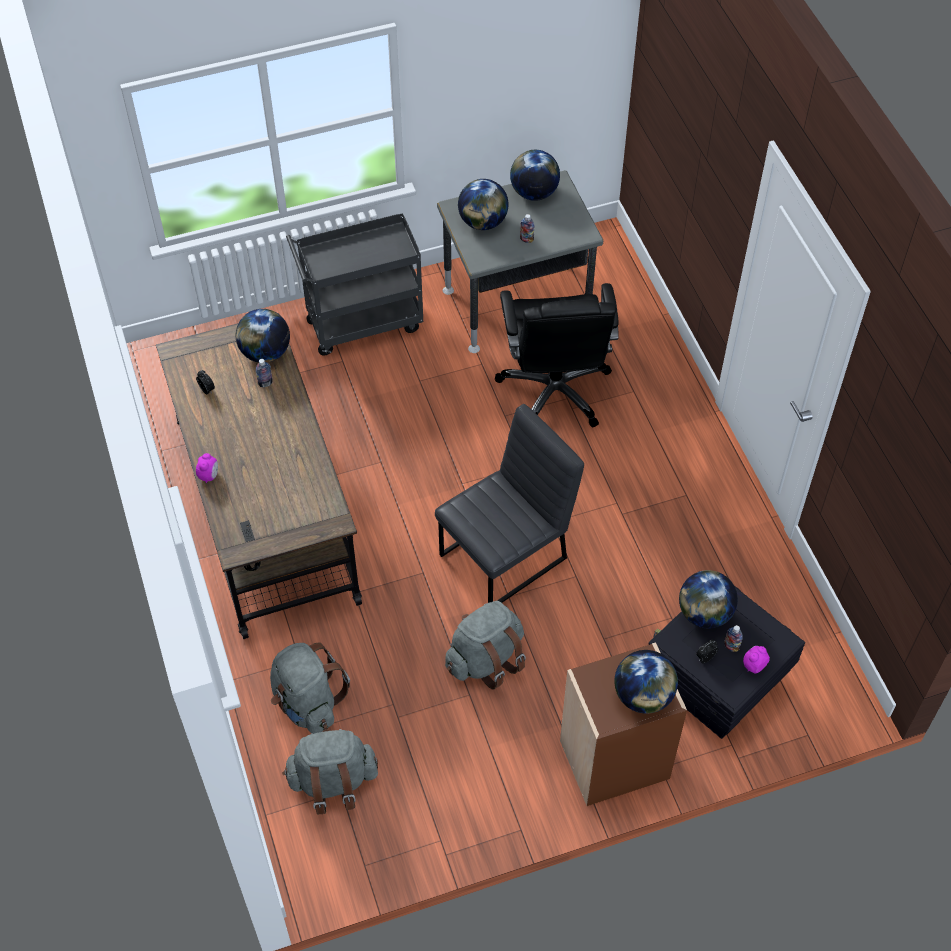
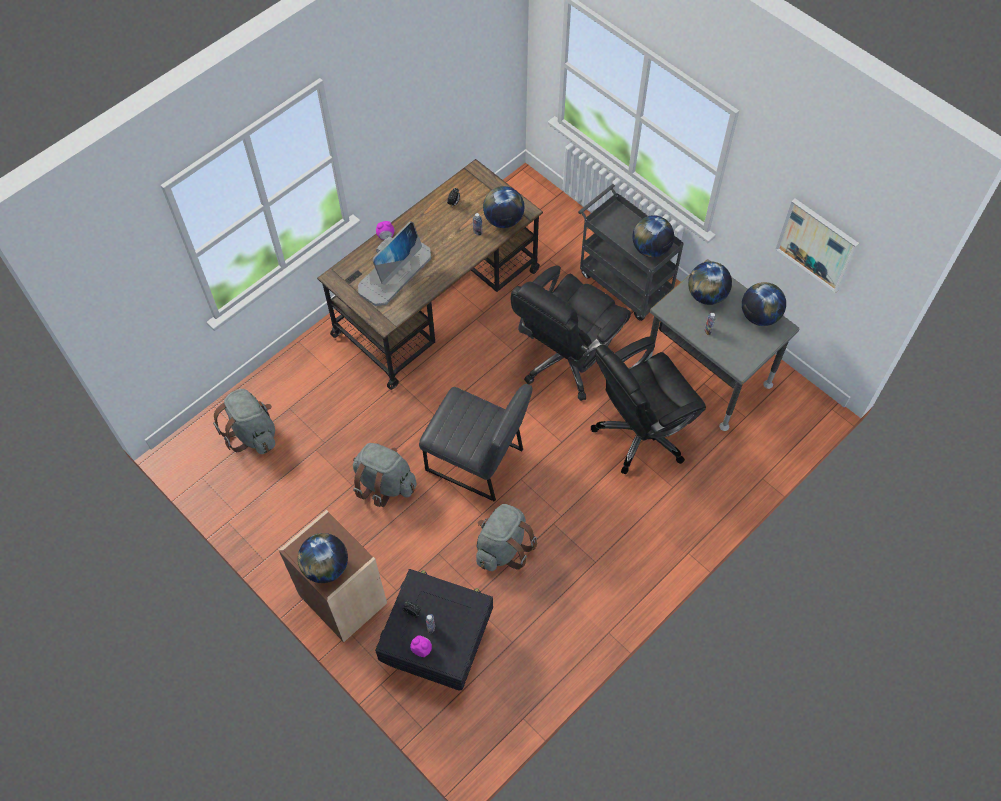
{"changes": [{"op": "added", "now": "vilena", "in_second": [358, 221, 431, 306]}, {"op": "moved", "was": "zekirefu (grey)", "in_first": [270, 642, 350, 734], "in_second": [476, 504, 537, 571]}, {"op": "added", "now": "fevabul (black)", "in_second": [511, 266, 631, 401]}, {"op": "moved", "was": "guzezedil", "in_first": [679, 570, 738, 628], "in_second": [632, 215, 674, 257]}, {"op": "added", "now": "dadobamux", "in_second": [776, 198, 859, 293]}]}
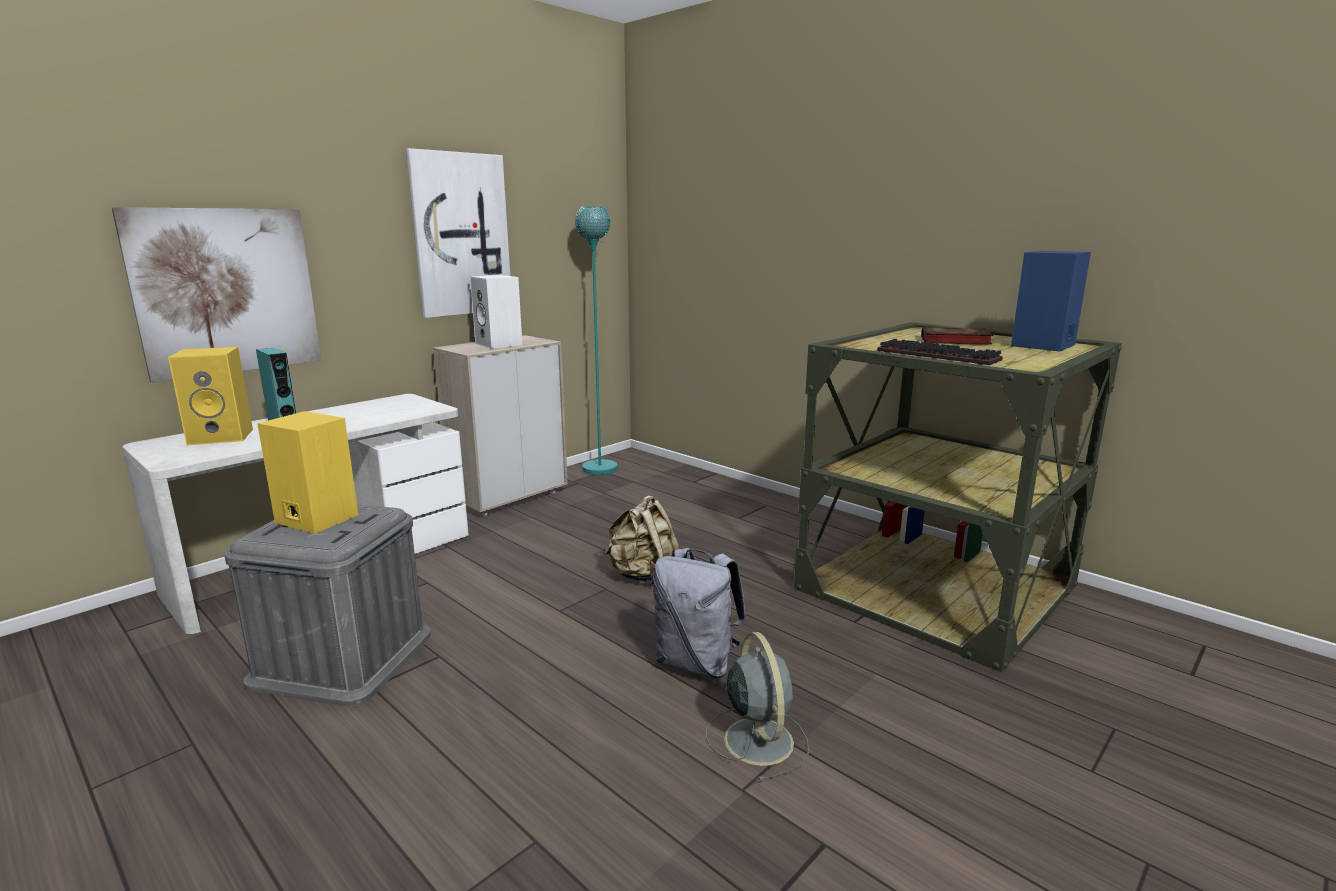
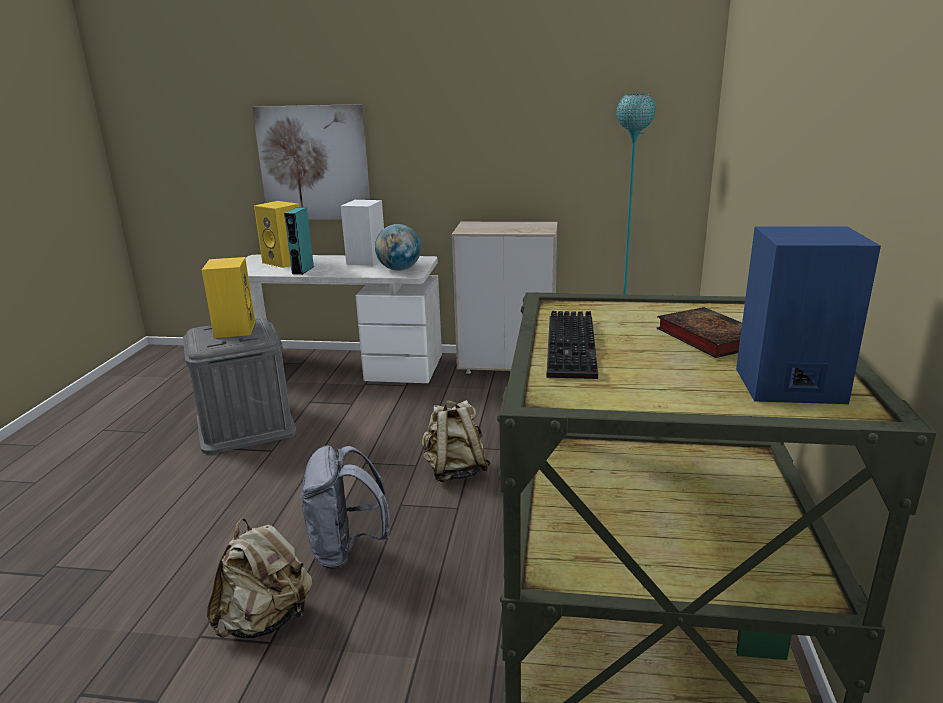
{"changes": [{"op": "replaced", "was": "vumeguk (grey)", "now": "zekirefu (beige)", "in_first": [706, 632, 809, 782], "in_second": [207, 518, 313, 638]}, {"op": "moved", "was": "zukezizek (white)", "in_first": [470, 275, 522, 349], "in_second": [341, 200, 384, 266]}, {"op": "added", "now": "guzezedil", "in_second": [375, 224, 421, 271]}, {"op": "removed", "was": "dadobamux", "in_first": [406, 148, 510, 318]}]}
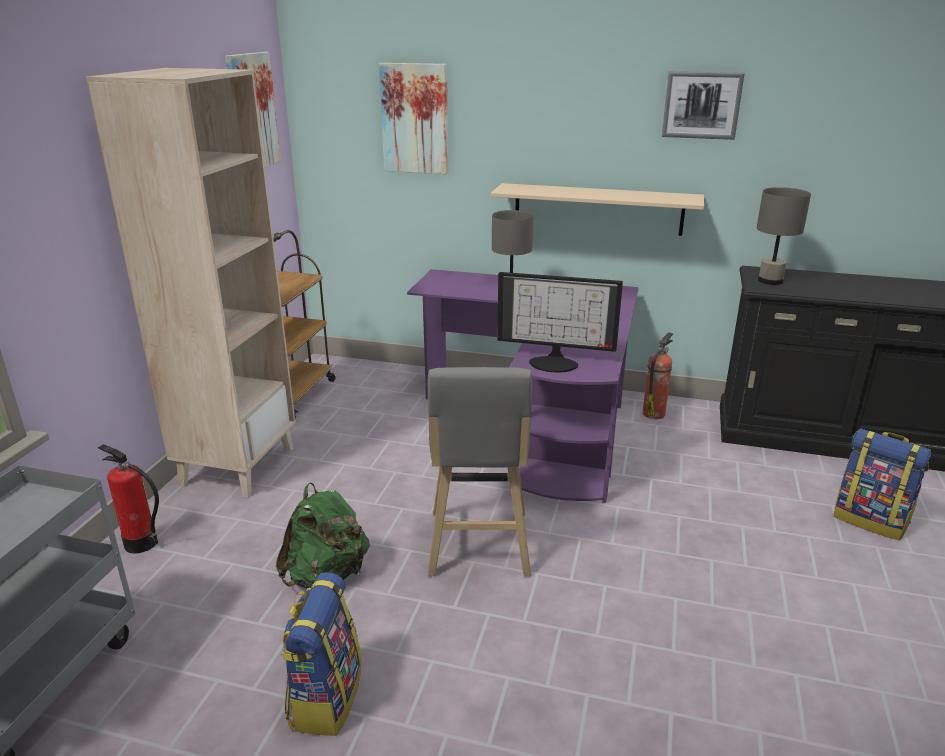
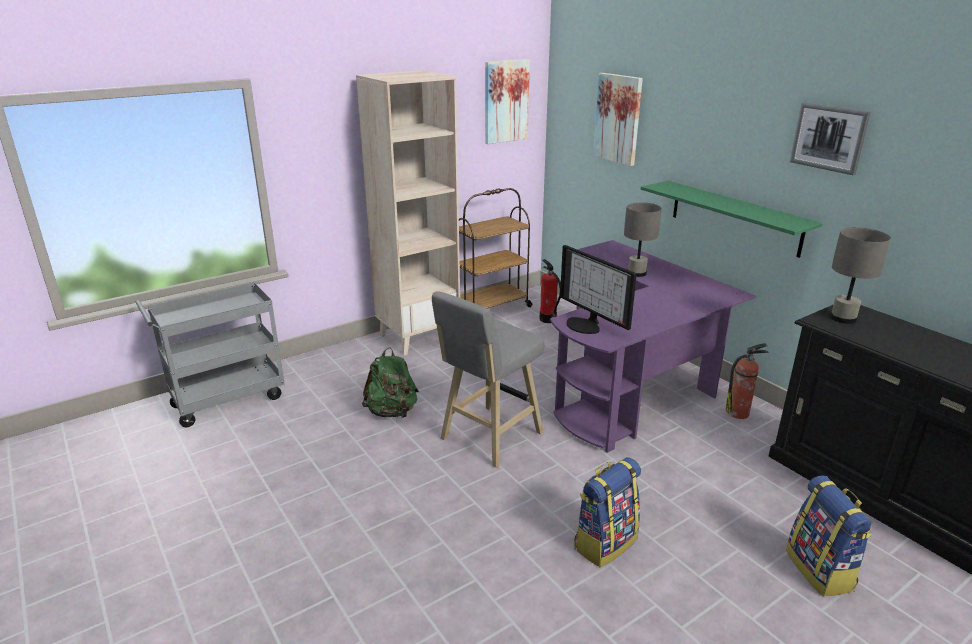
{"changes": [{"op": "moved", "was": "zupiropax", "in_first": [98, 444, 159, 554], "in_second": [539, 259, 561, 323]}, {"op": "moved", "was": "zekirefu", "in_first": [281, 572, 362, 736], "in_second": [574, 457, 641, 567]}, {"op": "recoloured", "was": "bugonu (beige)", "now": "bugonu (green)", "in_first": [491, 183, 704, 236], "in_second": [641, 181, 823, 258]}]}
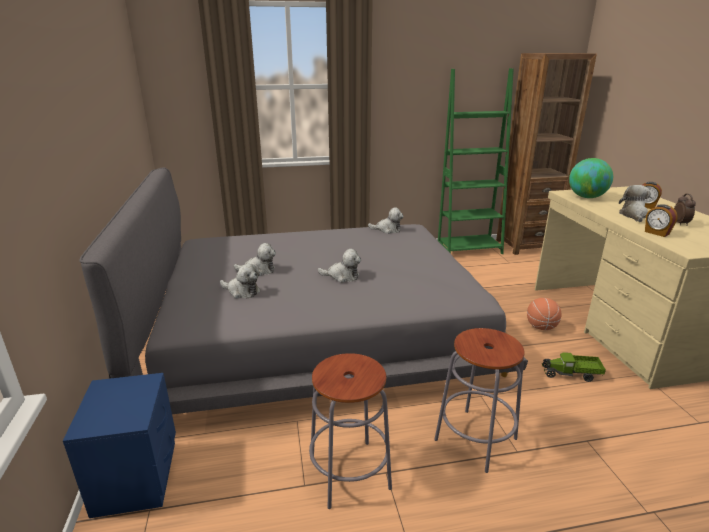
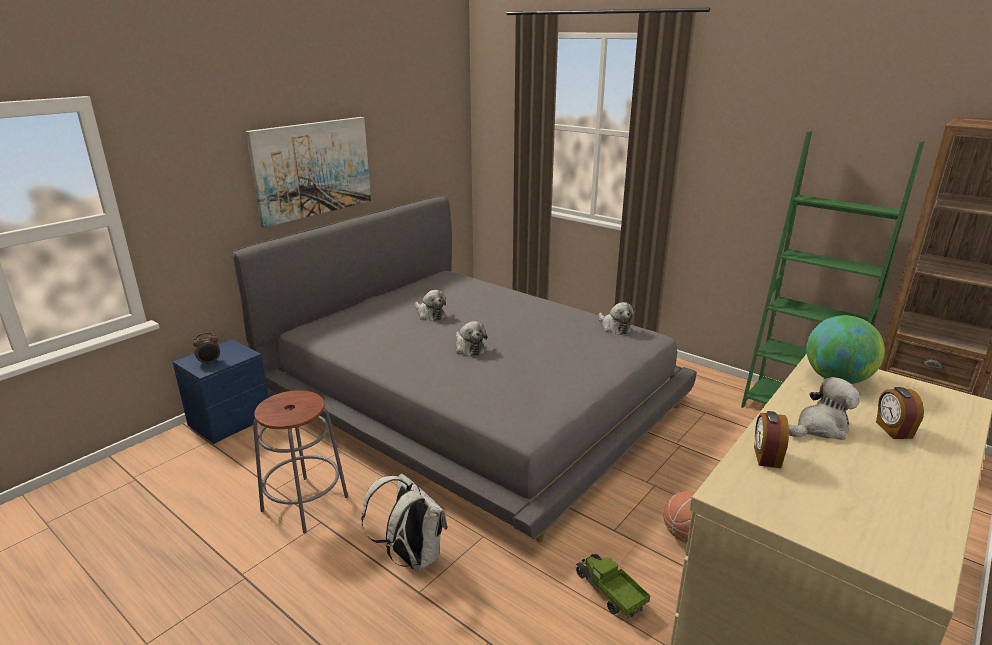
{"changes": [{"op": "moved", "was": "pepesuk", "in_first": [674, 194, 696, 226], "in_second": [193, 332, 220, 366]}, {"op": "added", "now": "dadobamux", "in_second": [246, 117, 371, 228]}, {"op": "replaced", "was": "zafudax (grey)", "now": "zekirefu (white)", "in_first": [434, 328, 524, 473], "in_second": [361, 473, 447, 572]}, {"op": "removed", "was": "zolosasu", "in_first": [220, 264, 260, 299]}]}
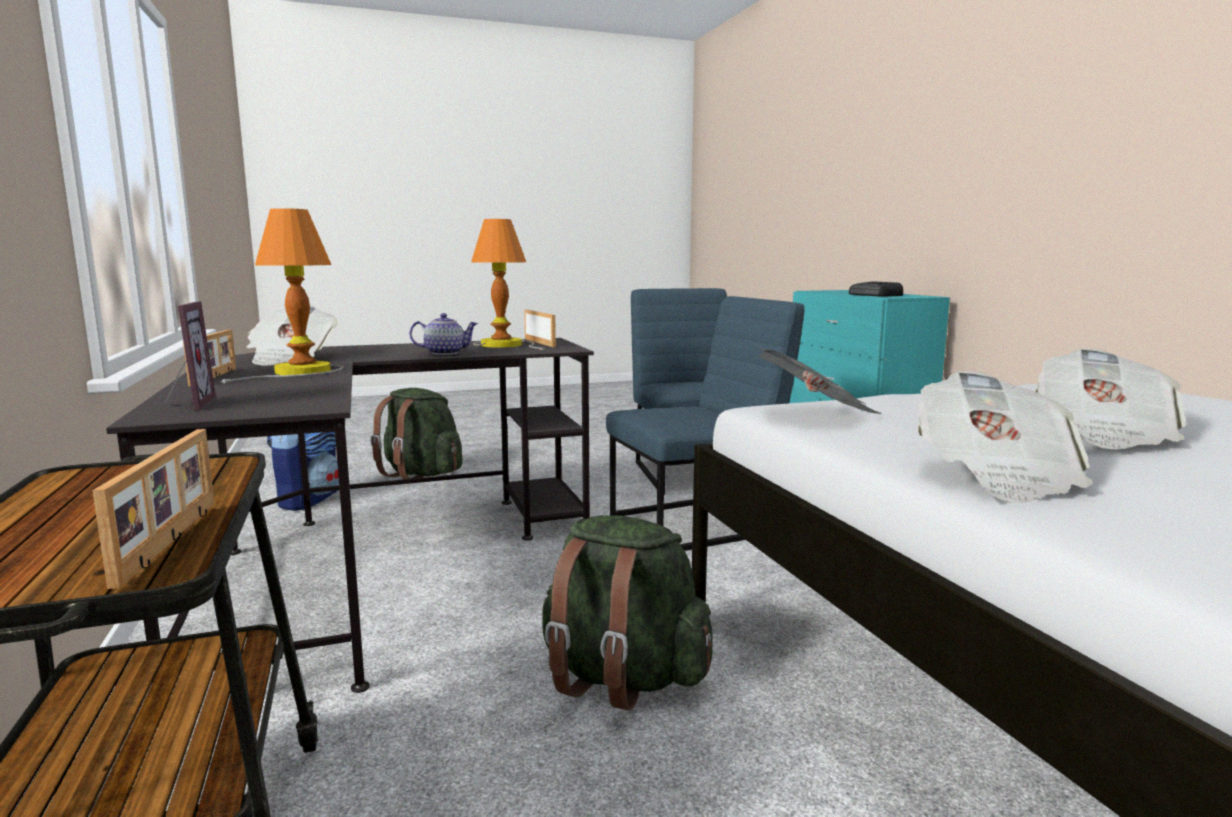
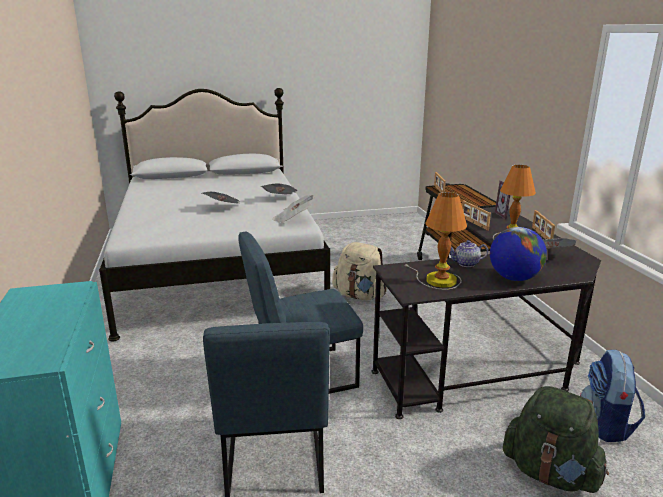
{"changes": [{"op": "recoloured", "was": "zekirefu (green)", "now": "zekirefu (beige)", "in_first": [542, 516, 713, 711], "in_second": [332, 242, 387, 300]}, {"op": "moved", "was": "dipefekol", "in_first": [524, 310, 556, 347], "in_second": [462, 201, 491, 231]}, {"op": "added", "now": "guzezedil", "in_second": [490, 227, 547, 281]}, {"op": "removed", "was": "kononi", "in_first": [849, 281, 903, 297]}]}
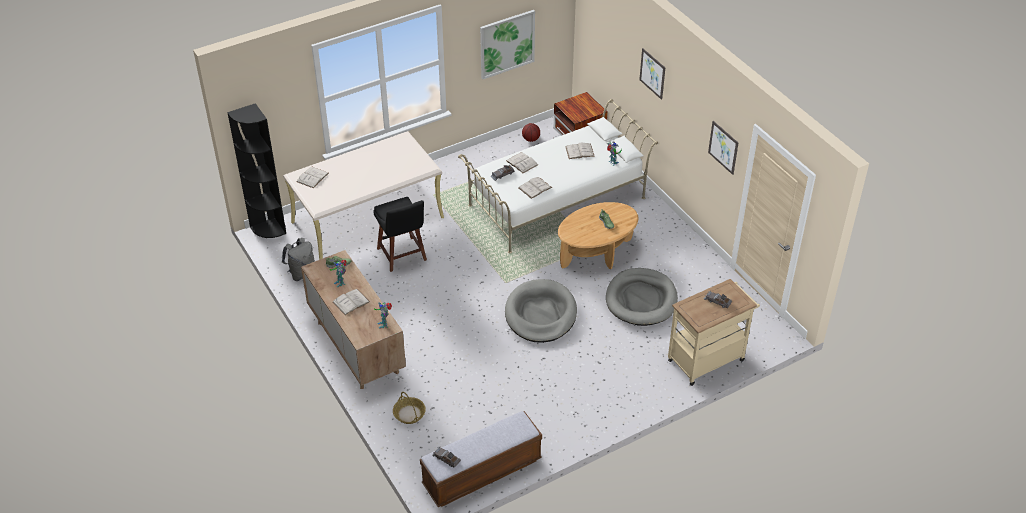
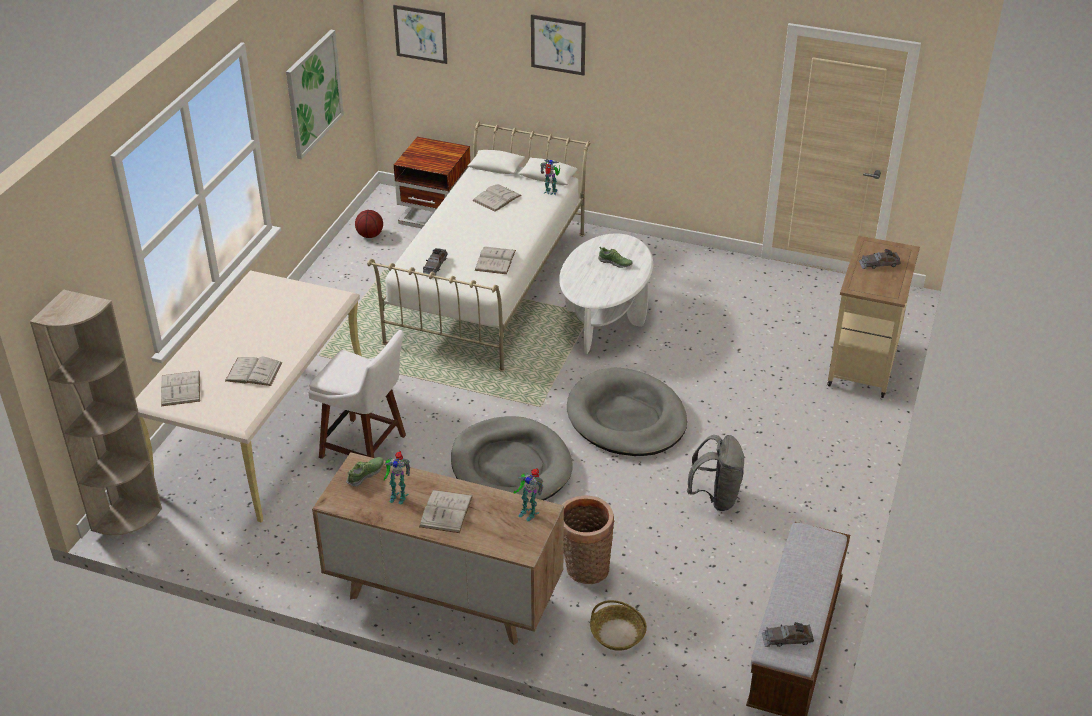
{"changes": [{"op": "recoloured", "was": "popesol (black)", "now": "popesol (beige)", "in_first": [227, 103, 286, 238], "in_second": [30, 289, 162, 535]}, {"op": "moved", "was": "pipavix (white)", "in_first": [506, 152, 538, 173], "in_second": [225, 357, 282, 386]}, {"op": "recoloured", "was": "zafudax (black)", "now": "zafudax (white)", "in_first": [373, 197, 427, 272], "in_second": [309, 330, 406, 459]}, {"op": "moved", "was": "dadobamux", "in_first": [708, 121, 738, 175], "in_second": [393, 5, 447, 64]}, {"op": "moved", "was": "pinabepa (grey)", "in_first": [606, 268, 678, 326], "in_second": [451, 416, 573, 501]}, {"op": "recoloured", "was": "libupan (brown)", "now": "libupan (white)", "in_first": [558, 202, 638, 269], "in_second": [559, 234, 653, 354]}, {"op": "added", "now": "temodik", "in_second": [562, 495, 615, 584]}, {"op": "moved", "was": "zekirefu (grey)", "in_first": [282, 238, 315, 281], "in_second": [687, 435, 745, 511]}]}
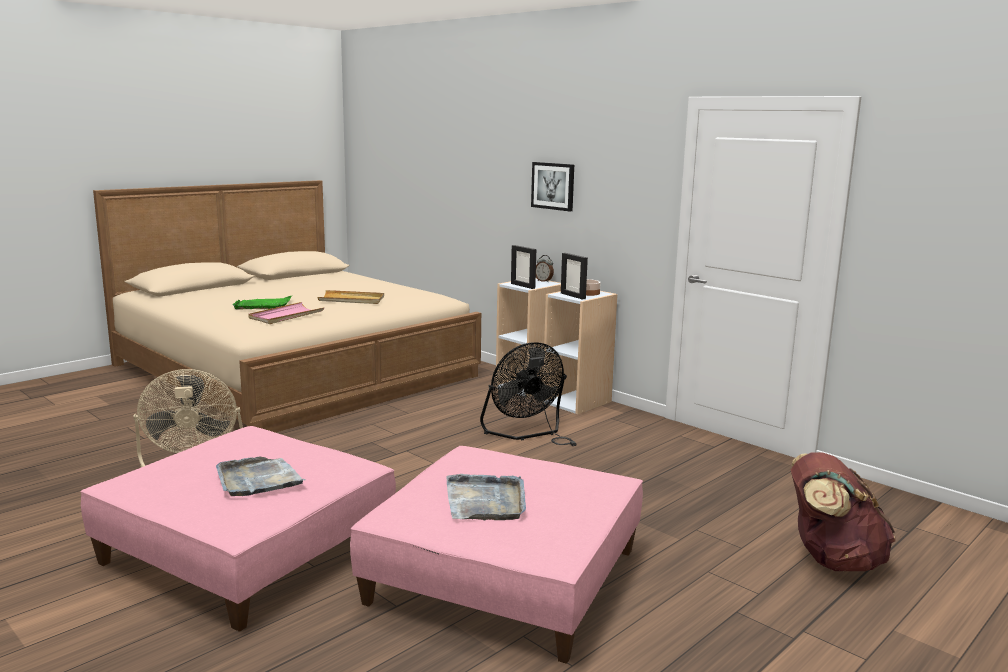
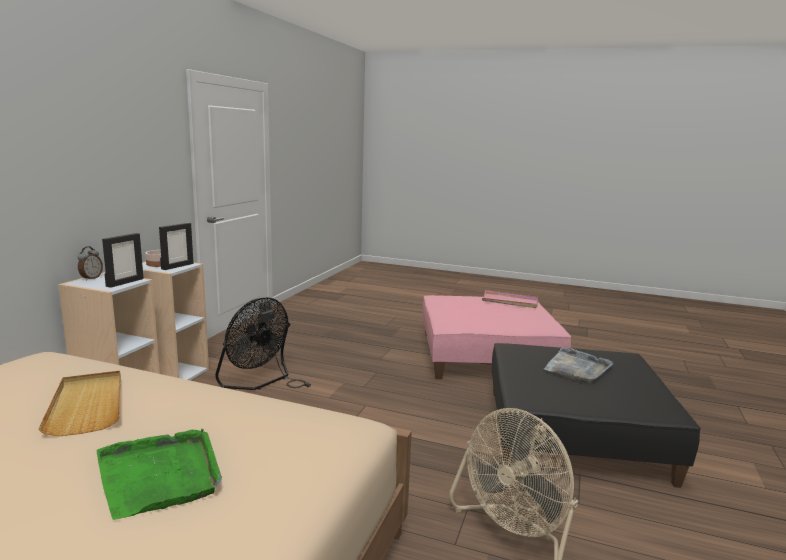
{"changes": [{"op": "turned", "was": "vumeguk (black)", "in_first": [480, 342, 576, 446], "in_second": [215, 298, 311, 390], "clockwise": 90}, {"op": "moved", "was": "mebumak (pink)", "in_first": [248, 302, 324, 324], "in_second": [482, 290, 538, 308]}, {"op": "recoloured", "was": "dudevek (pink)", "now": "dudevek (black)", "in_first": [81, 426, 396, 632], "in_second": [492, 343, 701, 488]}, {"op": "removed", "was": "mebumak (grey)", "in_first": [446, 474, 526, 520]}, {"op": "removed", "was": "dadobamux", "in_first": [531, 162, 574, 211]}, {"op": "removed", "was": "zekirefu (brown)", "in_first": [791, 452, 896, 571]}]}
